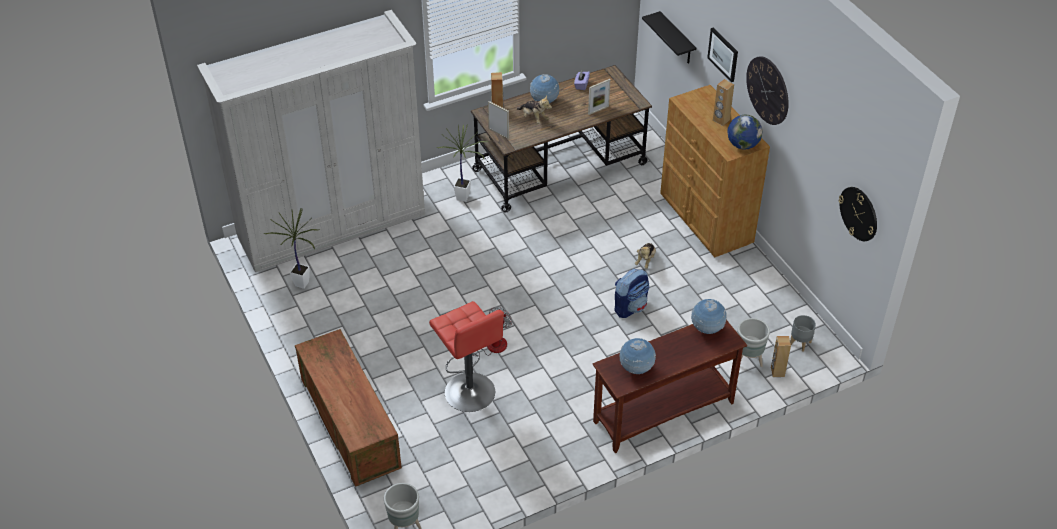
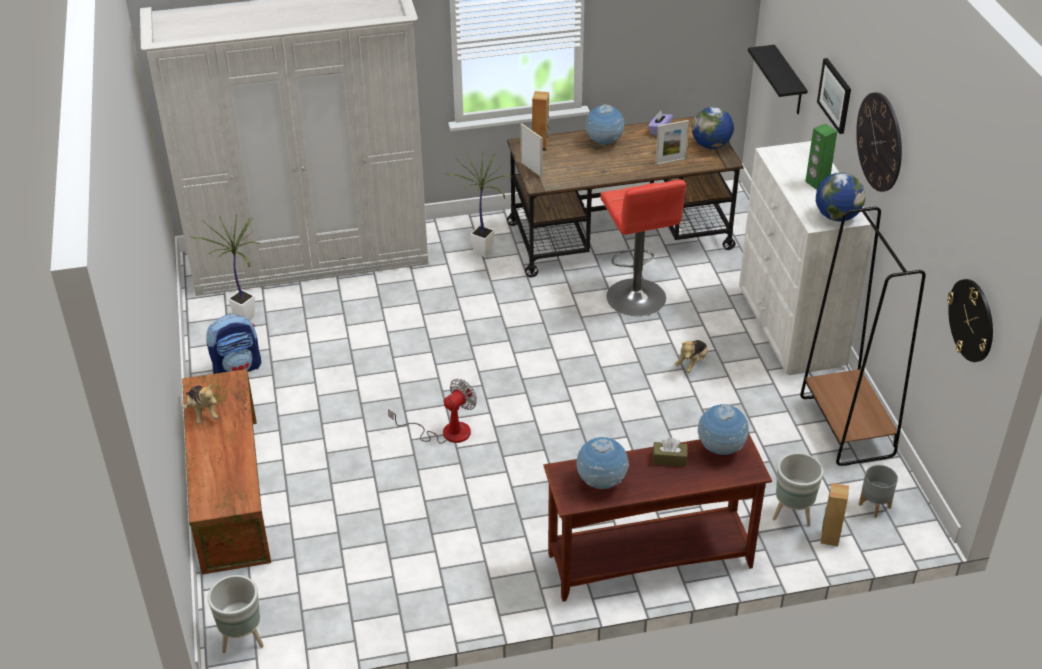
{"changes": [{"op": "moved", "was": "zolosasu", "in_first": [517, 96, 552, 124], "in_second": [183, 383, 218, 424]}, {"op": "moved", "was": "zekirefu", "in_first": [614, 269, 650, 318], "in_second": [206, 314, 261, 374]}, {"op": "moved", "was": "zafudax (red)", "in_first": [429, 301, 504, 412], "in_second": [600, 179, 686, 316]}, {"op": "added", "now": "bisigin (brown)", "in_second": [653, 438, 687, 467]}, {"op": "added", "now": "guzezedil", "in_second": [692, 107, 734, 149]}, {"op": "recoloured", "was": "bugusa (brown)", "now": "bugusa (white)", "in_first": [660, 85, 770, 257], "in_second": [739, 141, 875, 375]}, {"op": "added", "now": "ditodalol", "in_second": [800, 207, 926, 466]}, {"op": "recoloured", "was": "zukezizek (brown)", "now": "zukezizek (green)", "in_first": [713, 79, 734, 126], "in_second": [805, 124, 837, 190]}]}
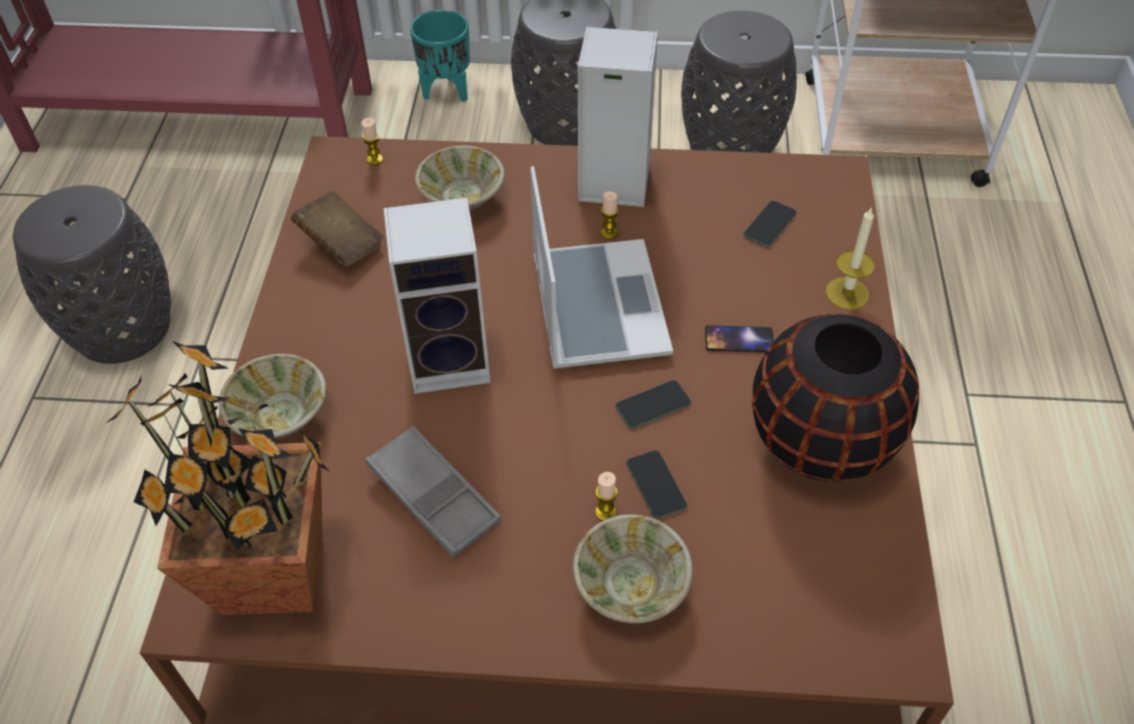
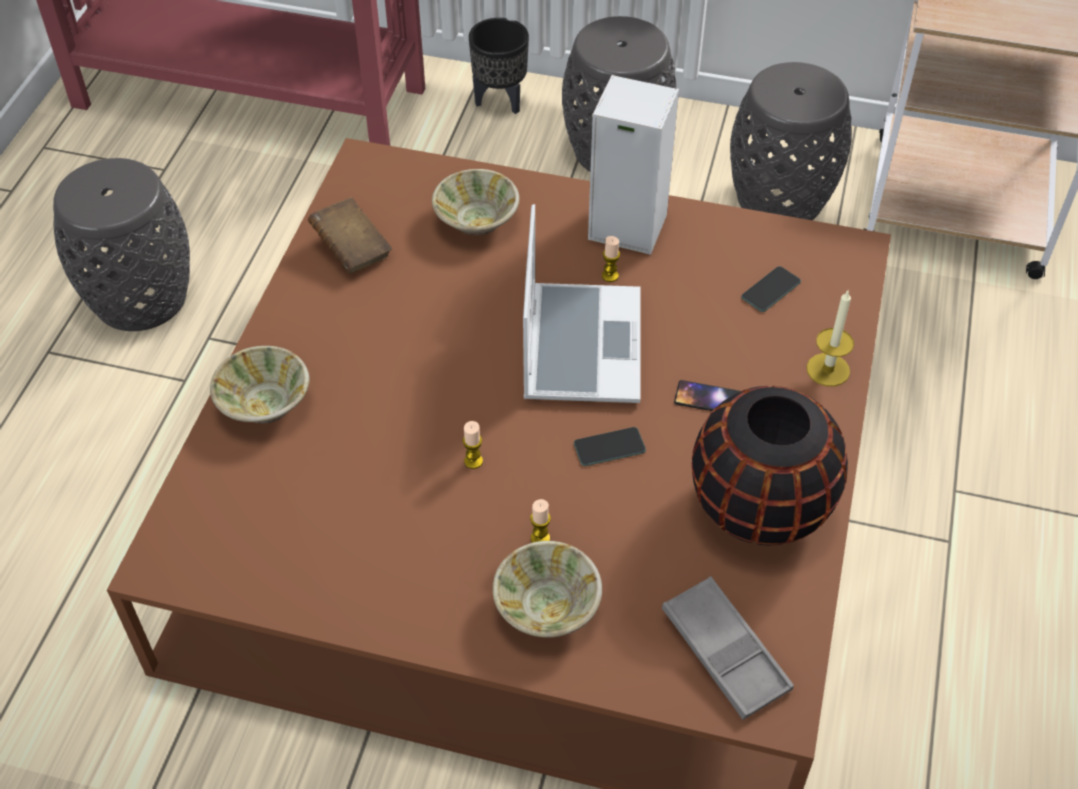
{"changes": [{"op": "moved", "was": "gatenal", "in_first": [362, 117, 383, 165], "in_second": [463, 421, 483, 469]}, {"op": "recoloured", "was": "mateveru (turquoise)", "now": "mateveru (black)", "in_first": [410, 10, 470, 102], "in_second": [469, 18, 529, 114]}, {"op": "moved", "was": "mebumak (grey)", "in_first": [365, 426, 501, 558], "in_second": [662, 577, 794, 720]}, {"op": "removed", "was": "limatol", "in_first": [106, 341, 330, 615]}, {"op": "removed", "was": "zukezizek", "in_first": [384, 198, 490, 394]}, {"op": "removed", "was": "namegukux", "in_first": [626, 450, 687, 519]}]}
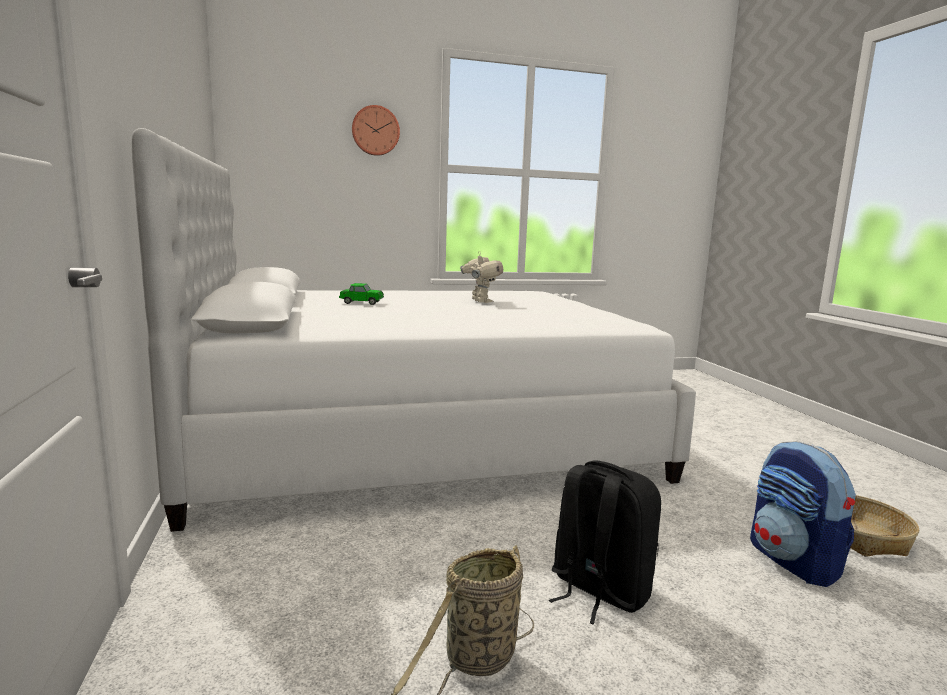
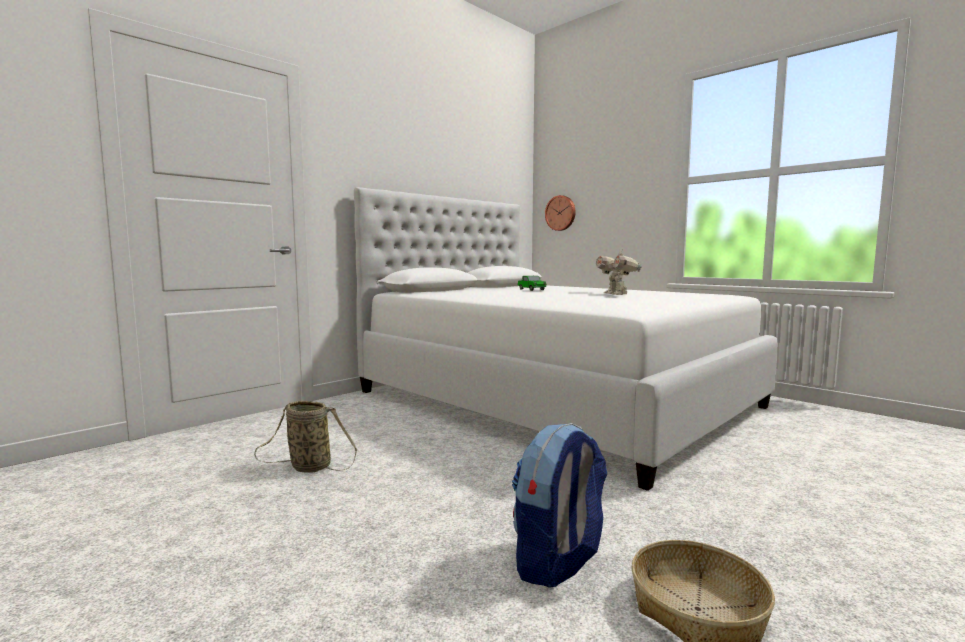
{"changes": [{"op": "moved", "was": "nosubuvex", "in_first": [352, 105, 400, 156], "in_second": [545, 195, 576, 231]}, {"op": "turned", "was": "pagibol", "in_first": [460, 252, 503, 303], "in_second": [596, 250, 642, 295], "clockwise": 120}, {"op": "removed", "was": "zekirefu (black)", "in_first": [549, 460, 661, 625]}]}
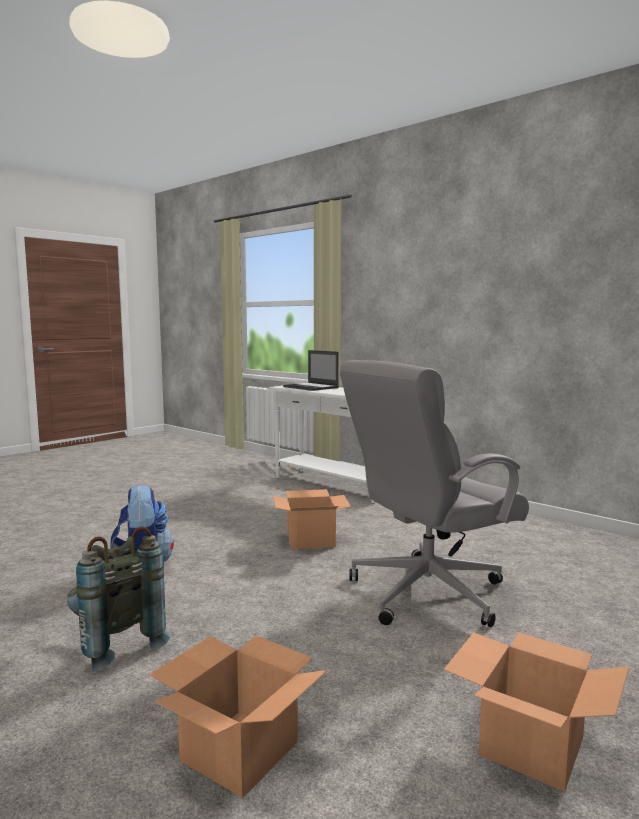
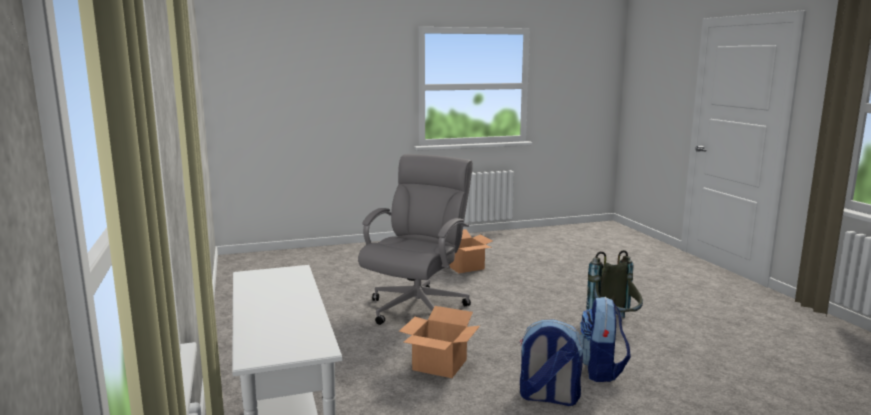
{"changes": [{"op": "turned", "was": "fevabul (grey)", "in_first": [340, 360, 529, 627], "in_second": [358, 154, 473, 325], "clockwise": -60}, {"op": "added", "now": "zekirefu", "in_second": [519, 319, 583, 406]}, {"op": "removed", "was": "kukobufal", "in_first": [149, 636, 327, 798]}, {"op": "removed", "was": "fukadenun", "in_first": [283, 350, 339, 391]}]}
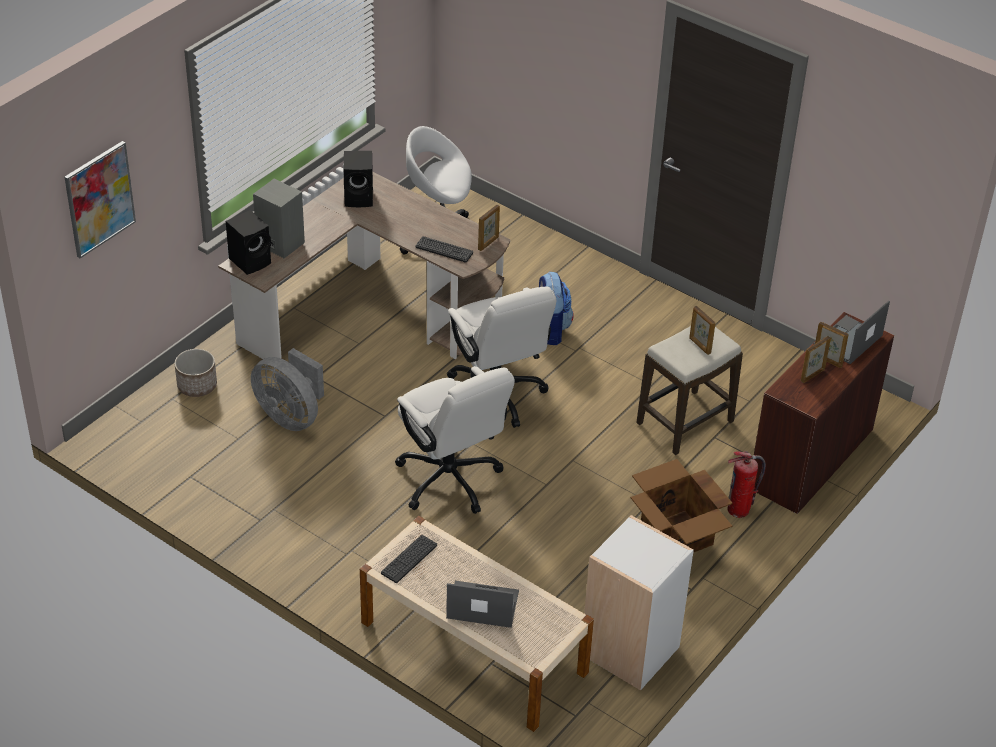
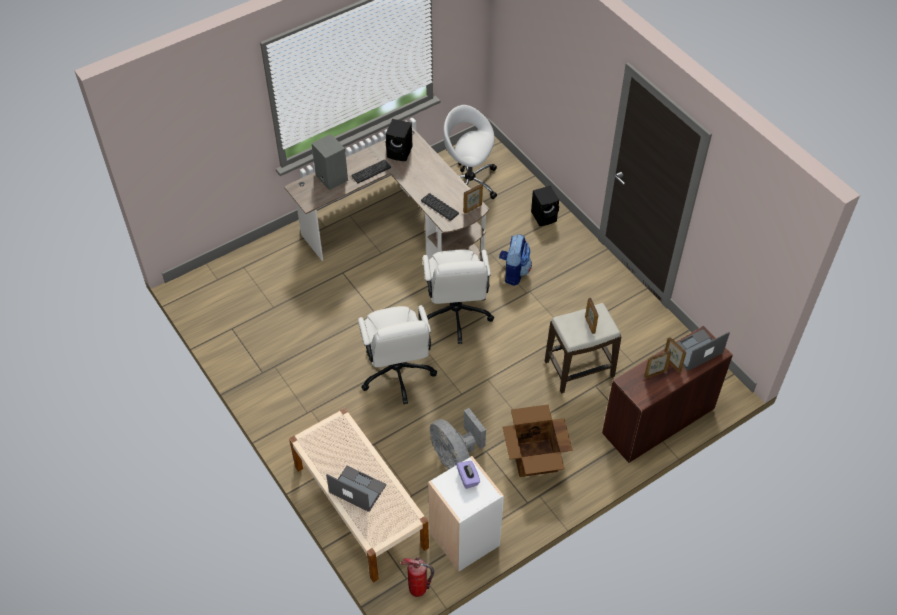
{"changes": [{"op": "moved", "was": "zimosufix", "in_first": [381, 535, 437, 583], "in_second": [351, 159, 391, 183]}, {"op": "moved", "was": "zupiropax", "in_first": [728, 451, 766, 518], "in_second": [401, 557, 434, 597]}, {"op": "moved", "was": "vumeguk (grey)", "in_first": [251, 348, 324, 431], "in_second": [430, 408, 486, 470]}, {"op": "added", "now": "bisigin (purple)", "in_second": [457, 461, 480, 489]}, {"op": "moved", "was": "zukezizek (black)", "in_first": [226, 210, 271, 275], "in_second": [531, 185, 559, 226]}, {"op": "removed", "was": "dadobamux", "in_first": [64, 141, 136, 258]}, {"op": "removed", "was": "mateveru", "in_first": [175, 349, 217, 397]}]}
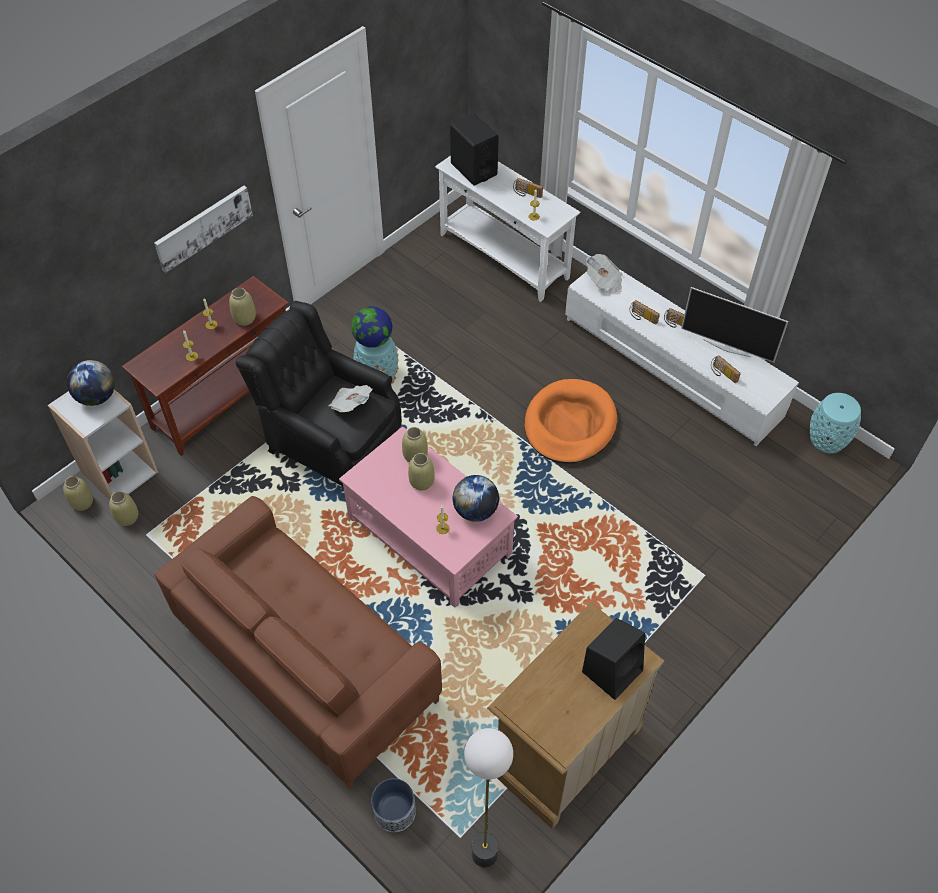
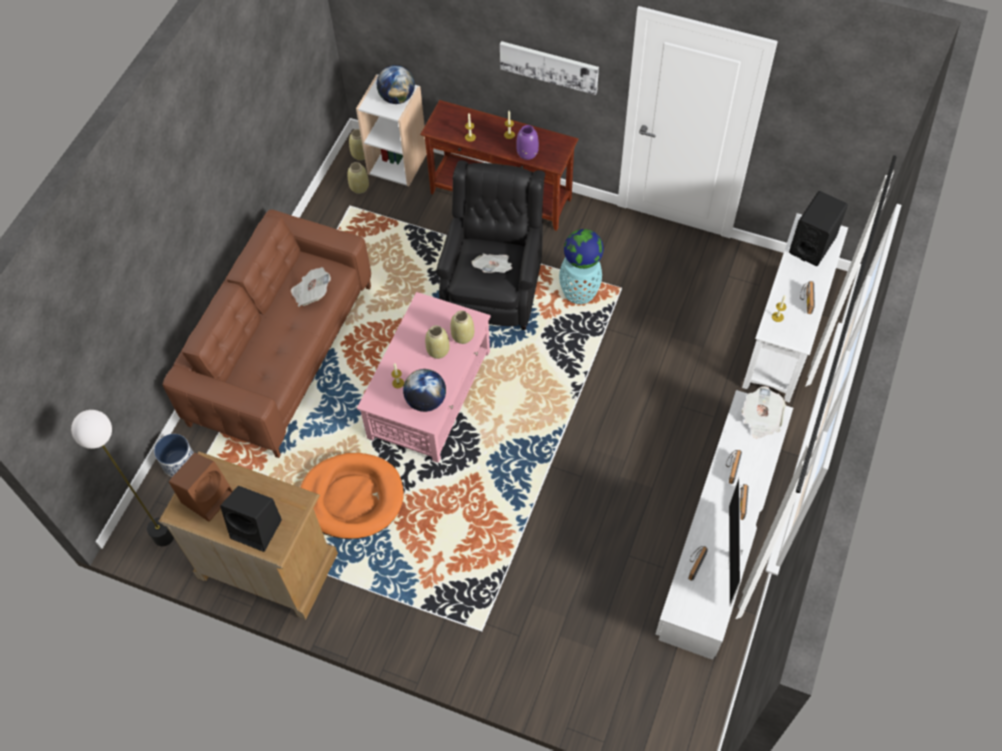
{"changes": [{"op": "added", "now": "zukezizek (brown)", "in_second": [169, 453, 233, 522]}, {"op": "added", "now": "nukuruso", "in_second": [291, 267, 331, 307]}, {"op": "moved", "was": "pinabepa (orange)", "in_first": [525, 379, 617, 464], "in_second": [300, 453, 404, 539]}, {"op": "recoloured", "was": "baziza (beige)", "now": "baziza (purple)", "in_first": [229, 288, 256, 326], "in_second": [516, 125, 539, 160]}, {"op": "removed", "was": "zafudax (turquoise)", "in_first": [810, 393, 861, 454]}]}
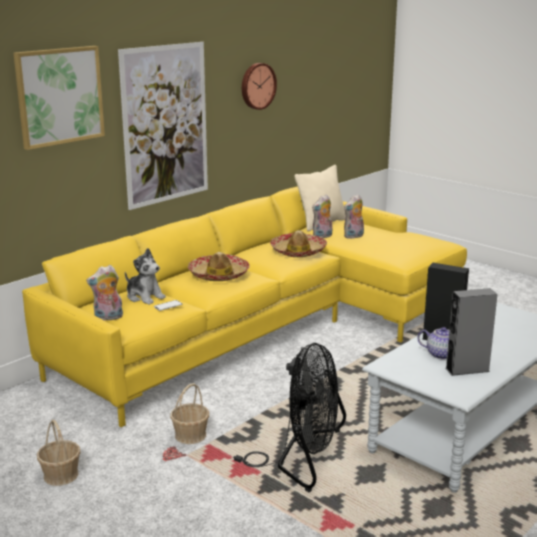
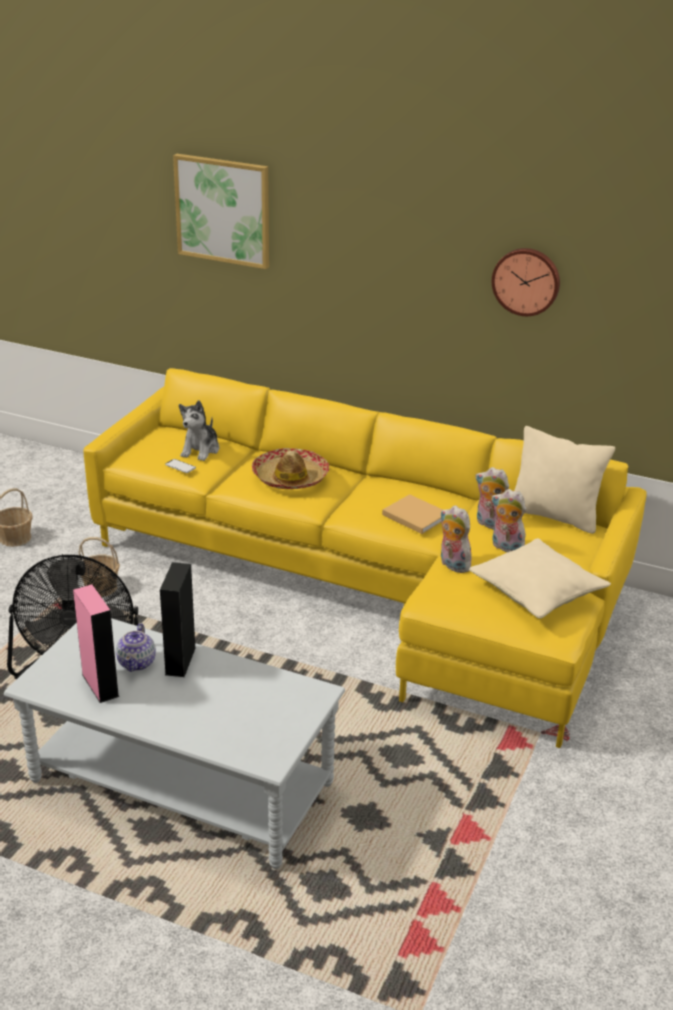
{"changes": [{"op": "recoloured", "was": "zukezizek (grey)", "now": "zukezizek (pink)", "in_first": [446, 288, 498, 376], "in_second": [73, 584, 119, 703]}, {"op": "replaced", "was": "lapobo", "now": "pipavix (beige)", "in_first": [270, 230, 327, 257], "in_second": [382, 494, 443, 534]}, {"op": "moved", "was": "zolosasu", "in_first": [86, 265, 123, 321], "in_second": [441, 505, 471, 573]}, {"op": "added", "now": "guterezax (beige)", "in_second": [469, 538, 611, 619]}, {"op": "removed", "was": "dadobamux", "in_first": [118, 42, 208, 210]}]}
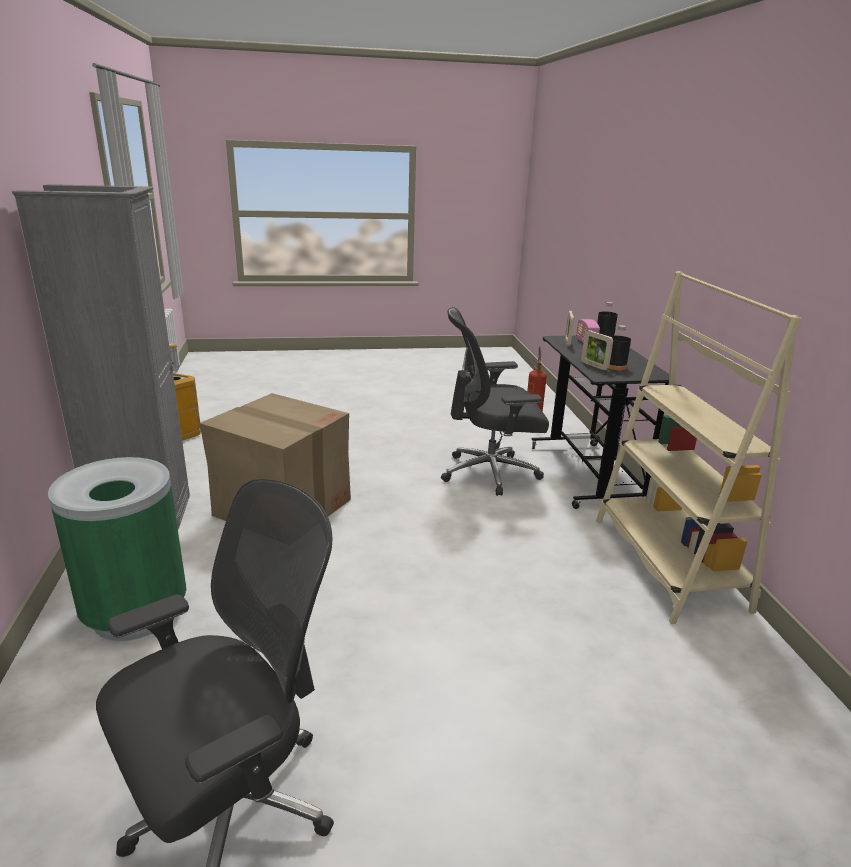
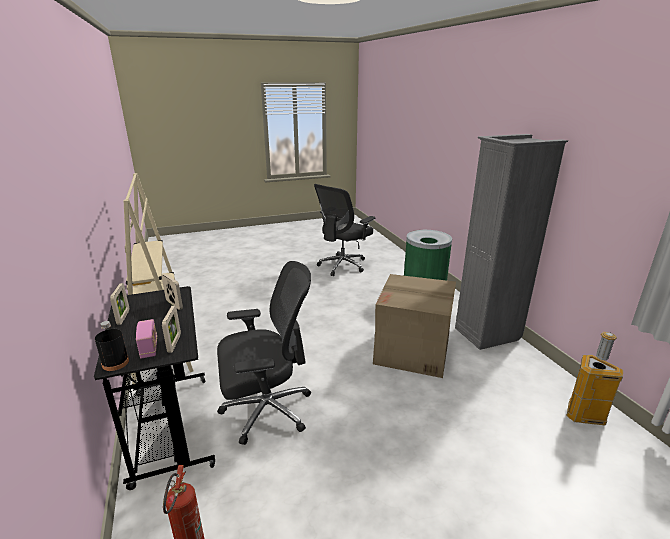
{"changes": [{"op": "added", "now": "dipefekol", "in_second": [110, 283, 129, 325]}, {"op": "removed", "was": "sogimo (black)", "in_first": [609, 325, 631, 370]}]}
